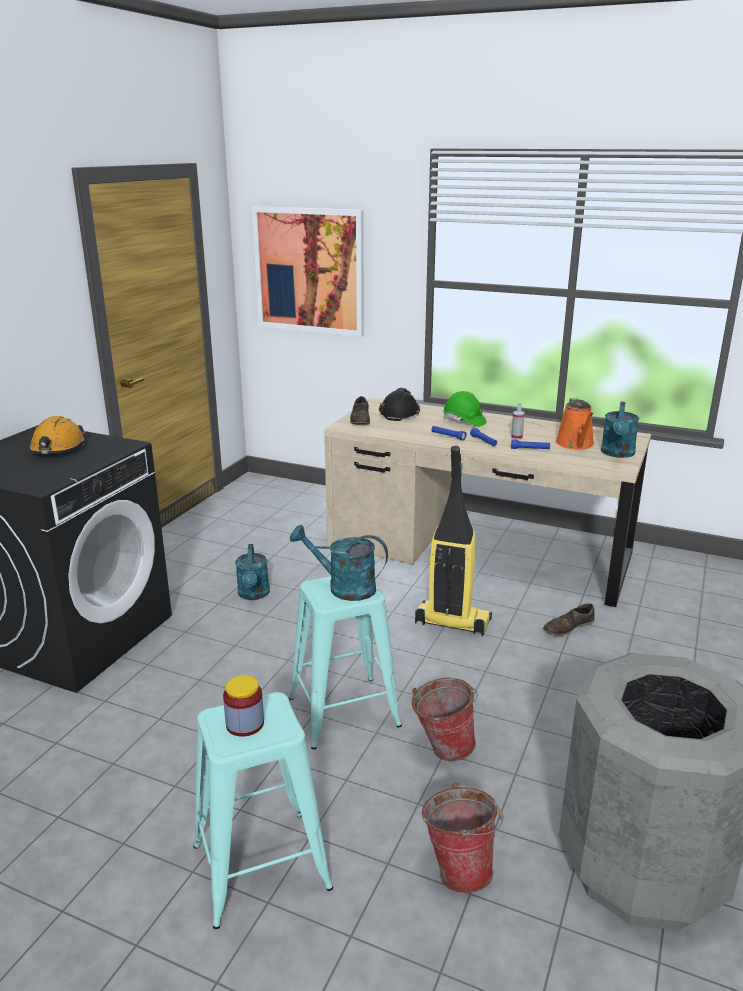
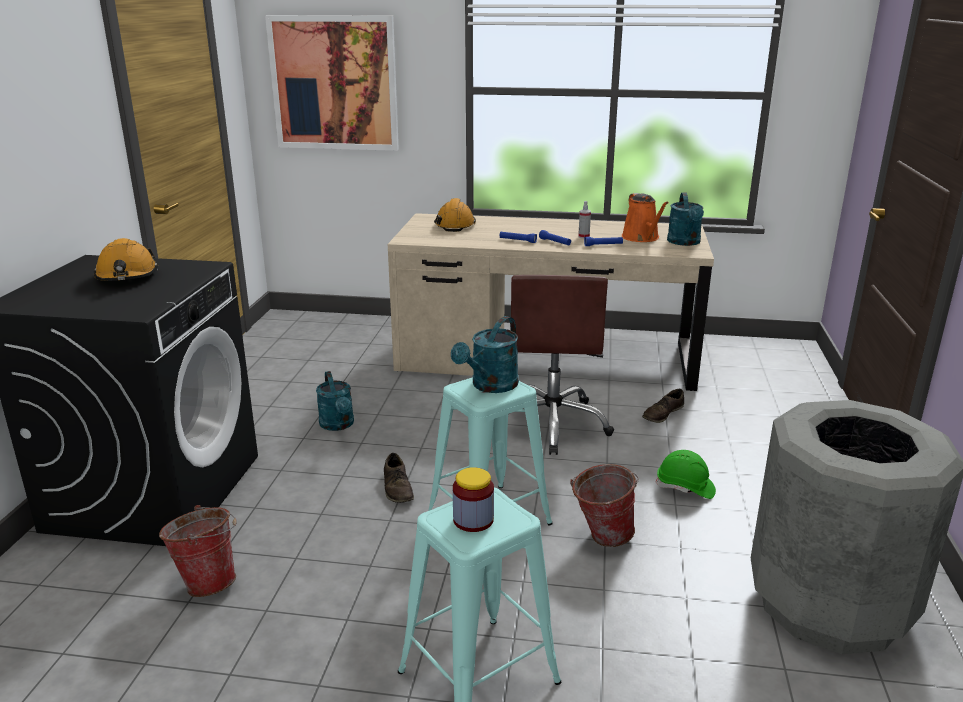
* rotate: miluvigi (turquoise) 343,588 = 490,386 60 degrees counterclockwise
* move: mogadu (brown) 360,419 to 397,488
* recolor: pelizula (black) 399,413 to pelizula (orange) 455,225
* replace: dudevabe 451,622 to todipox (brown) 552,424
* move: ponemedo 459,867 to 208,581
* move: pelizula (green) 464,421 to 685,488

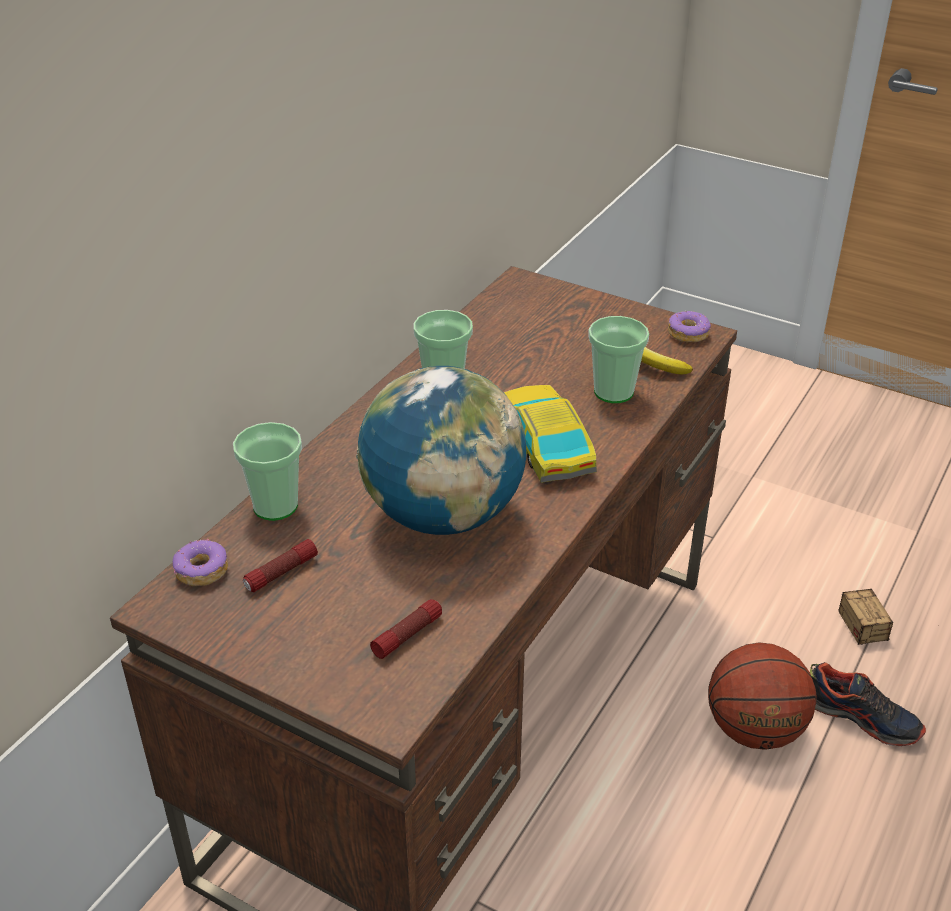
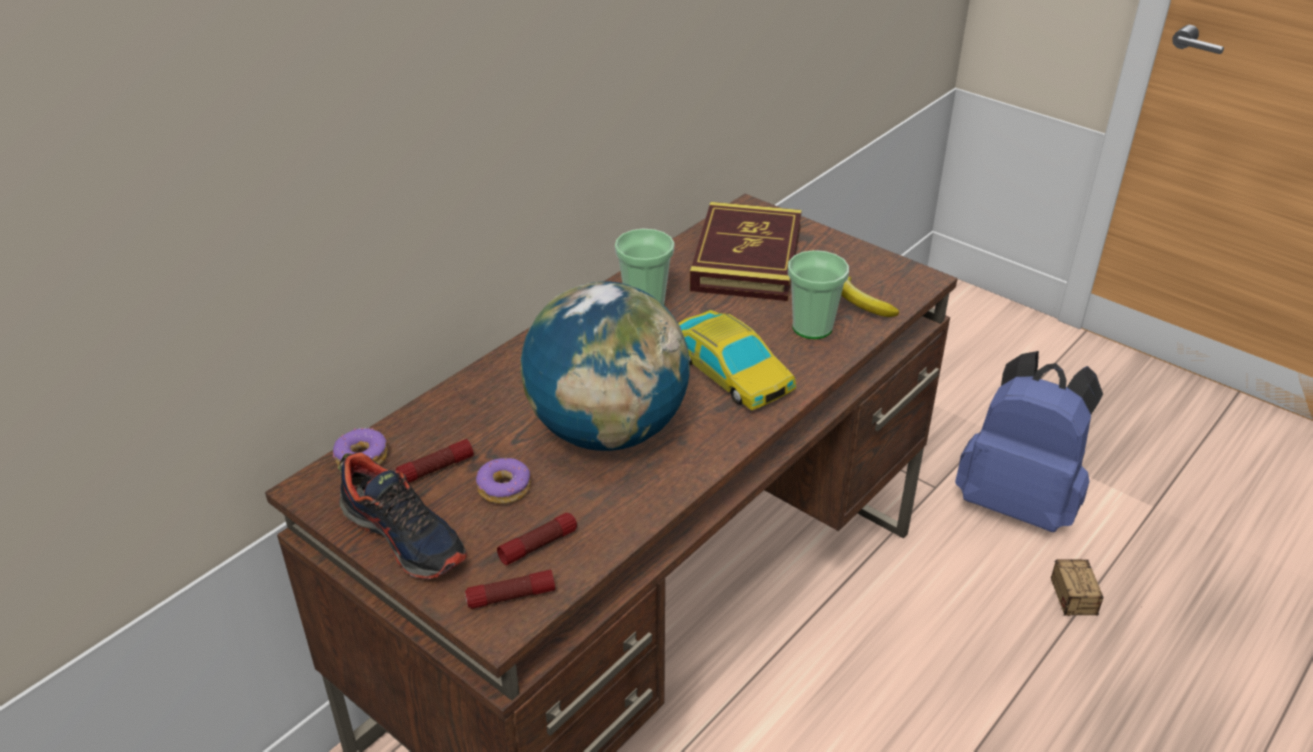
* delete: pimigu 275,506
* rotate: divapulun 545,442 = 728,370 150 degrees clockwise
* move: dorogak 688,333 to 504,488
* delete: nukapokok 754,730
* move: mogadu 861,717 to 405,536
* insert: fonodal 511,597
* insert: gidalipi 746,259
* insert: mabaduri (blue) 1018,502

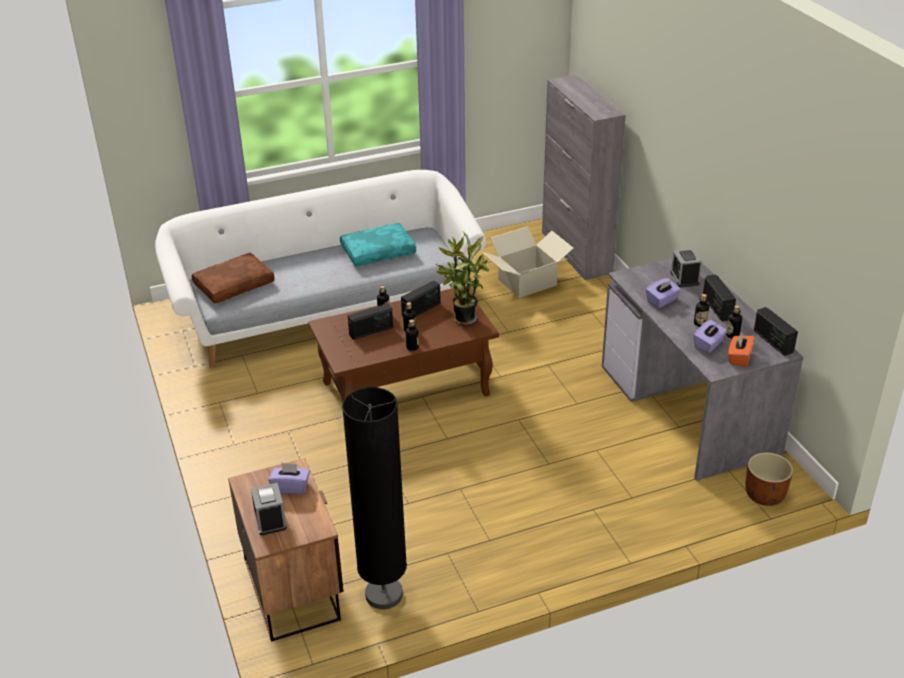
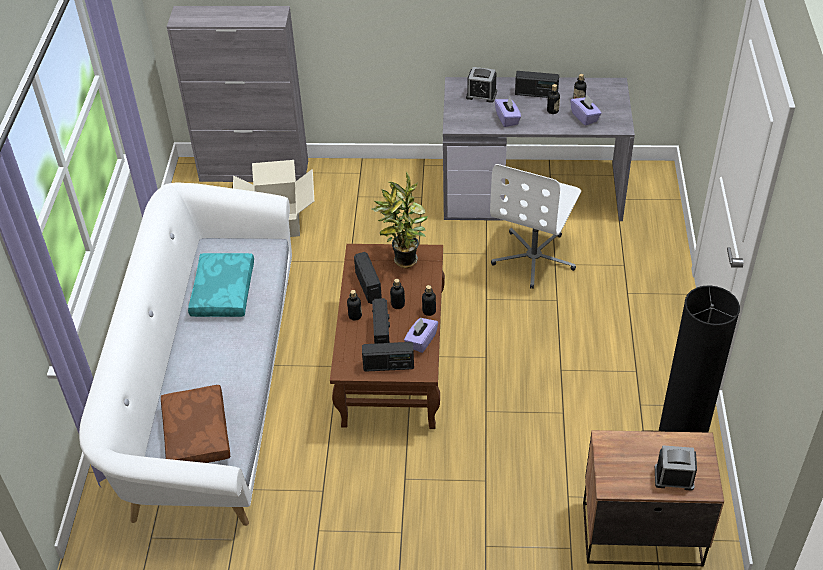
* move: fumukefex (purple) 291,487 to 421,341
* delete: fumukefex (orange) 739,357
* delete: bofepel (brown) 764,495
* move: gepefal 773,341 to 388,366
* insert: todipox (white) 534,258

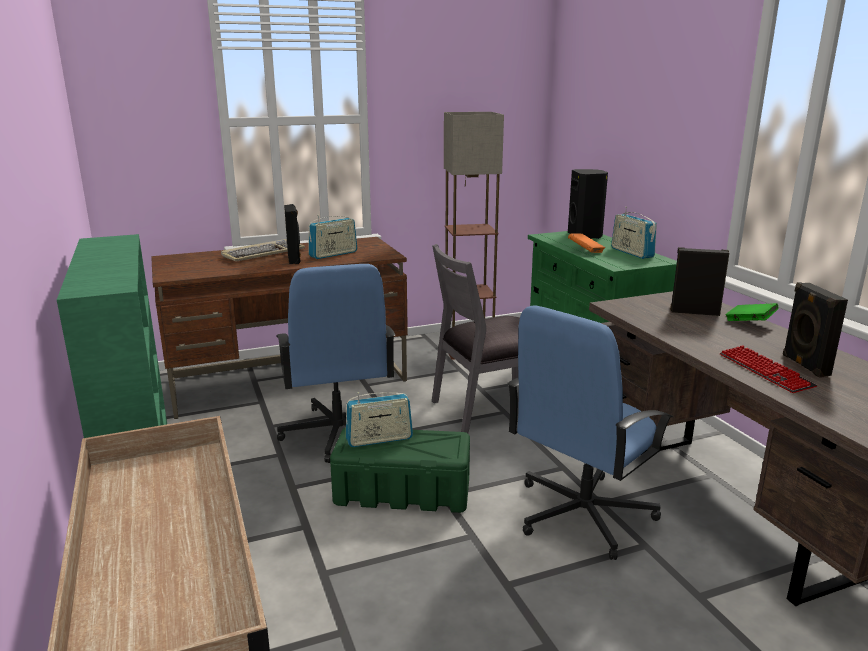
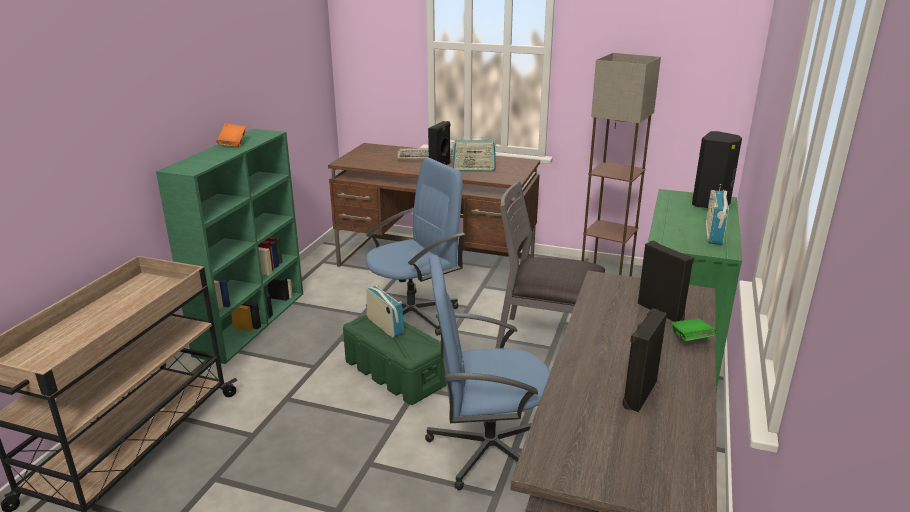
* rotate: todipox (blue) 337,433 = 413,315 150 degrees counterclockwise
* rotate: gepefal 379,439 = 385,326 150 degrees counterclockwise
* move: gidalipi (orange) 585,251 to 233,143
* delete: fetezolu 765,371

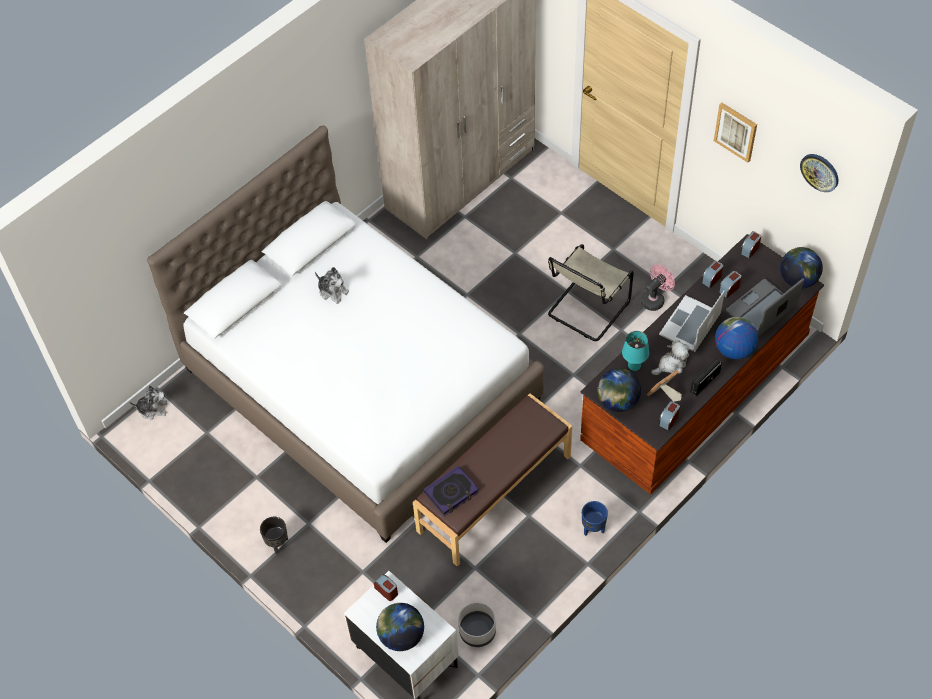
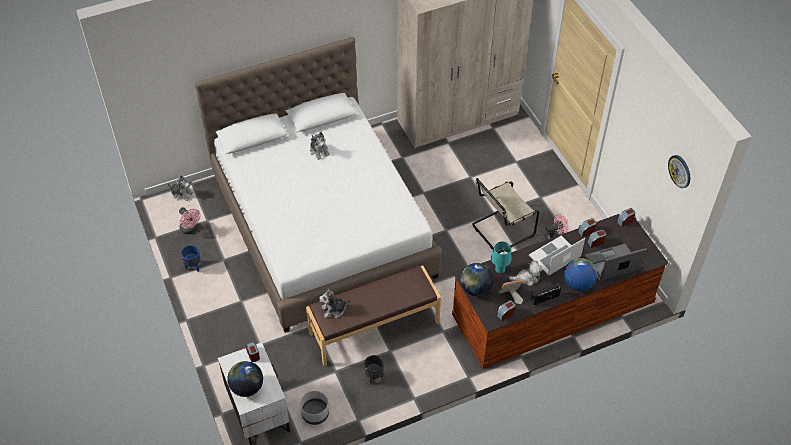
* move: bofepel (black) 277,544 to 374,377
* replace: gidalipi 451,493 to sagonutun 334,310
* move: bofepel (blue) 592,529 to 193,267
* delete: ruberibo 736,131
* delete: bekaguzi 798,279
* insert: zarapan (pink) 190,229

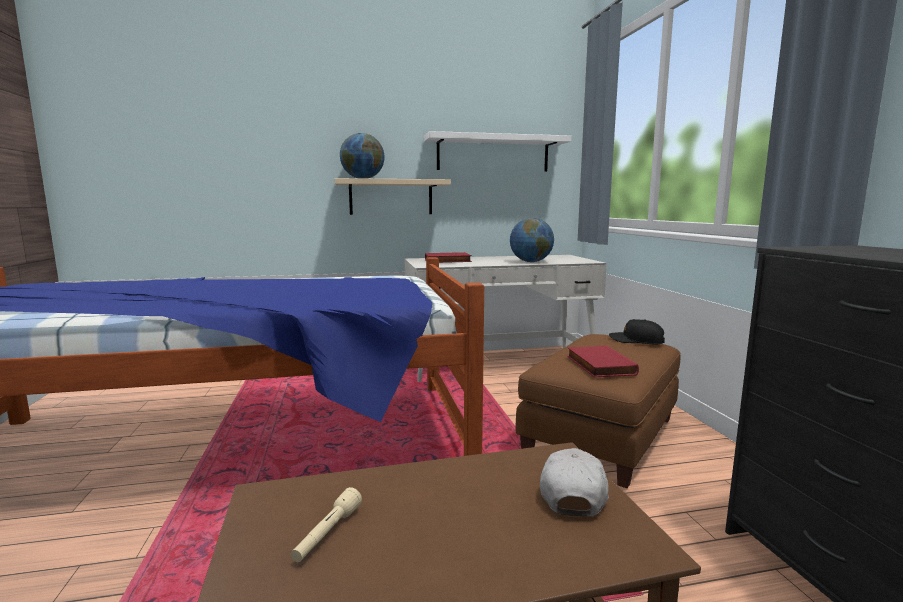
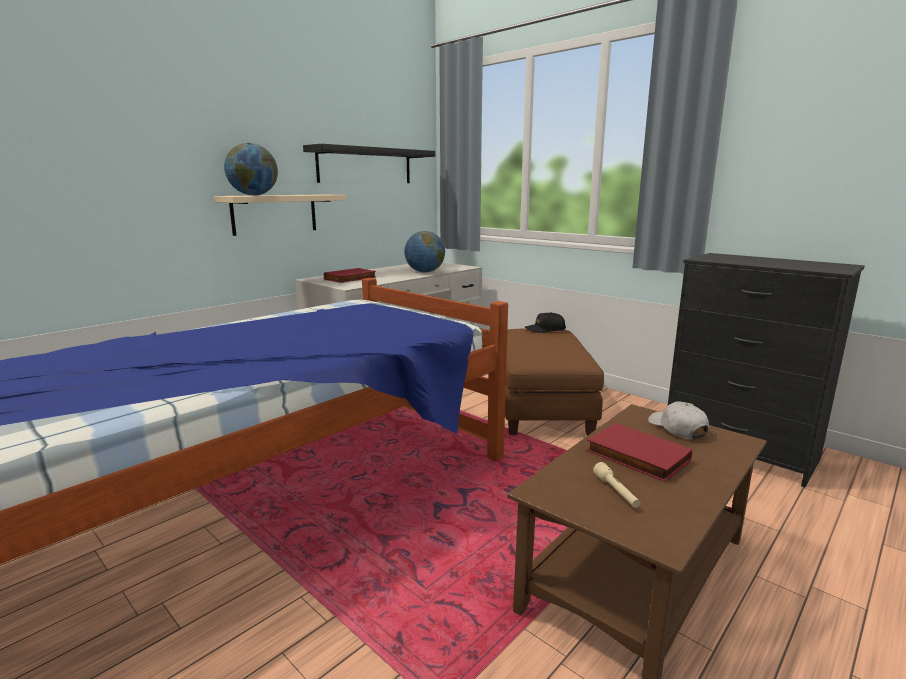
* recolor: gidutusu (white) 493,154 to gidutusu (black) 365,166
* move: gidalipi (red) 598,365 to 635,457

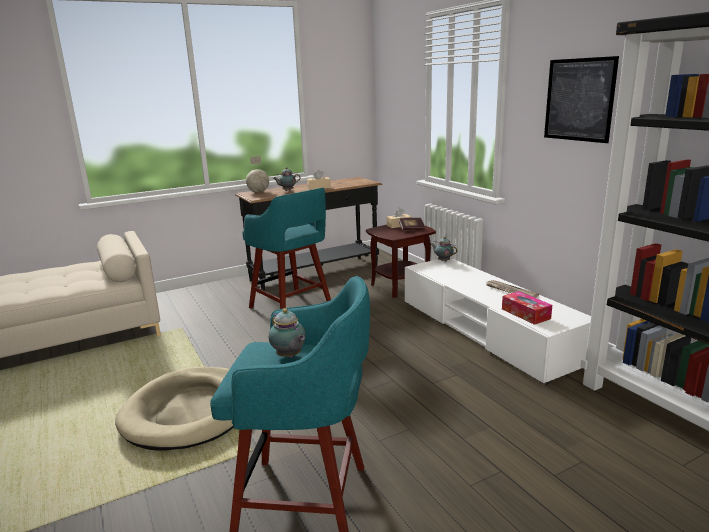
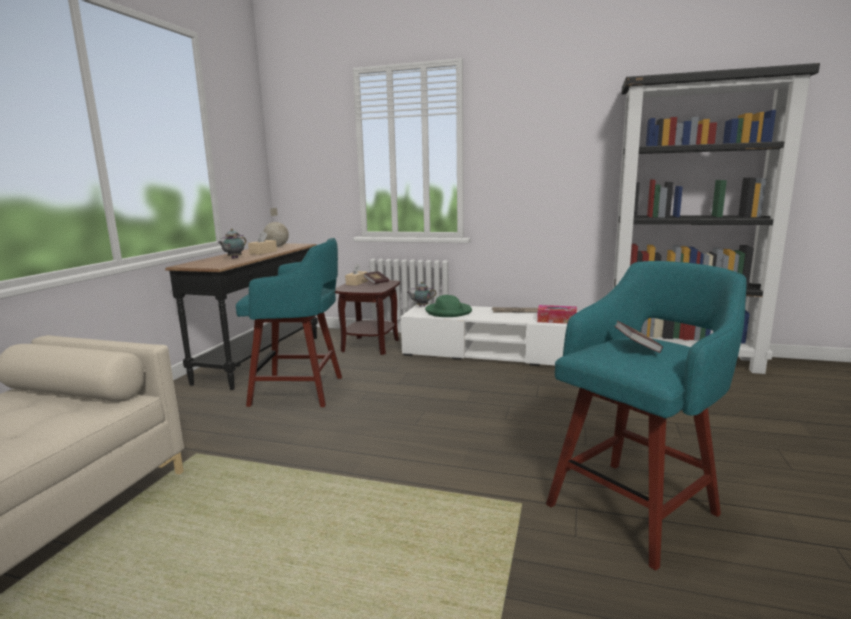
* delete: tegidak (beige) 191,411
* move: bekaguzi 258,192 to 276,246
* replace: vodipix 289,356 to gidalipi 636,347
* delete: ruberibo 579,100
* insert: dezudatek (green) 448,312

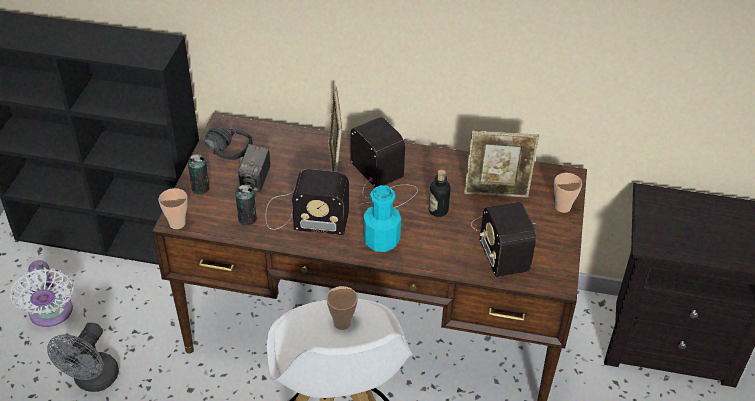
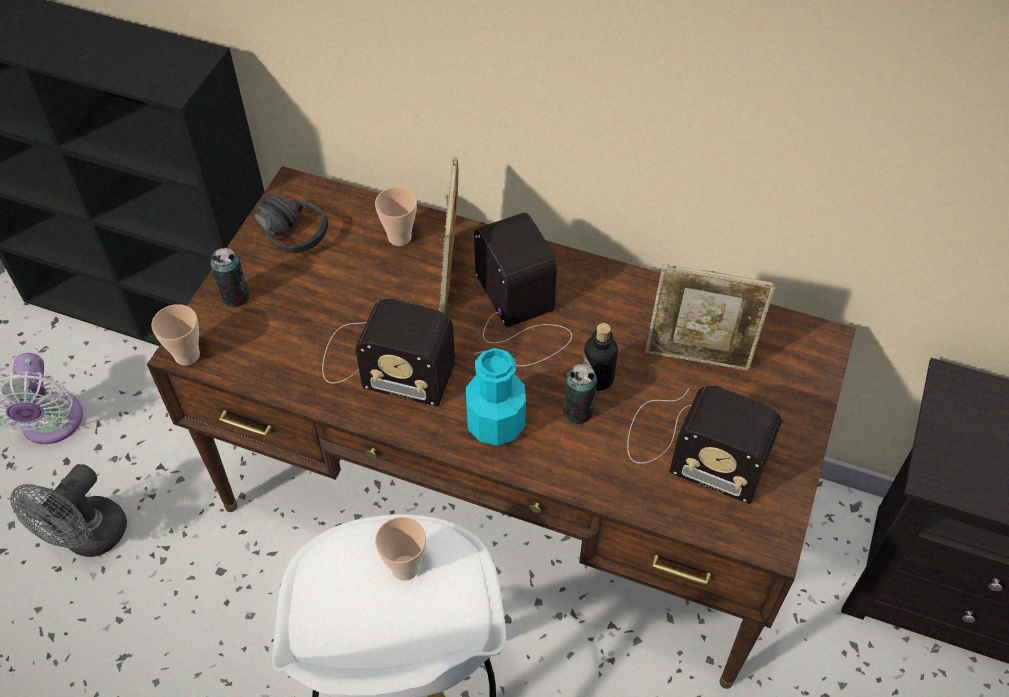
* move: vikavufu 247,219 to 578,412
* delete: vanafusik 256,181
* rotate: gepefal 502,241 = 691,448 60 degrees counterclockwise
* move: pimigu 563,207 to 399,237

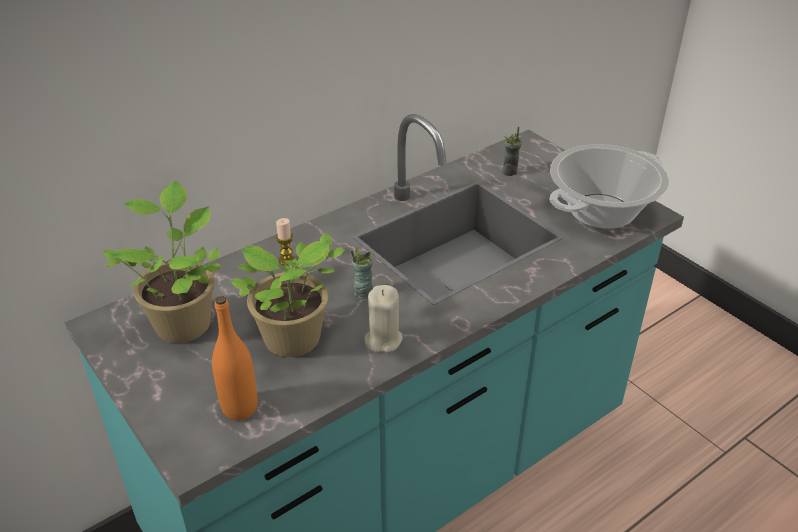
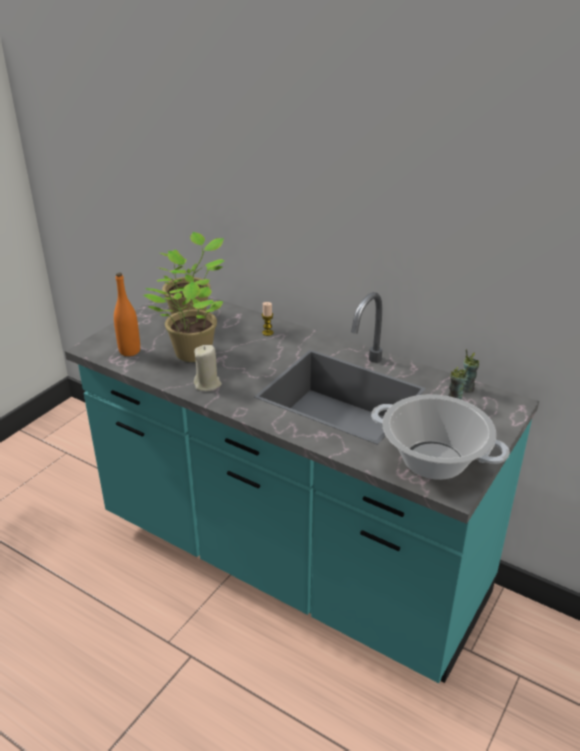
* move: pimigu 363,293 to 467,388

